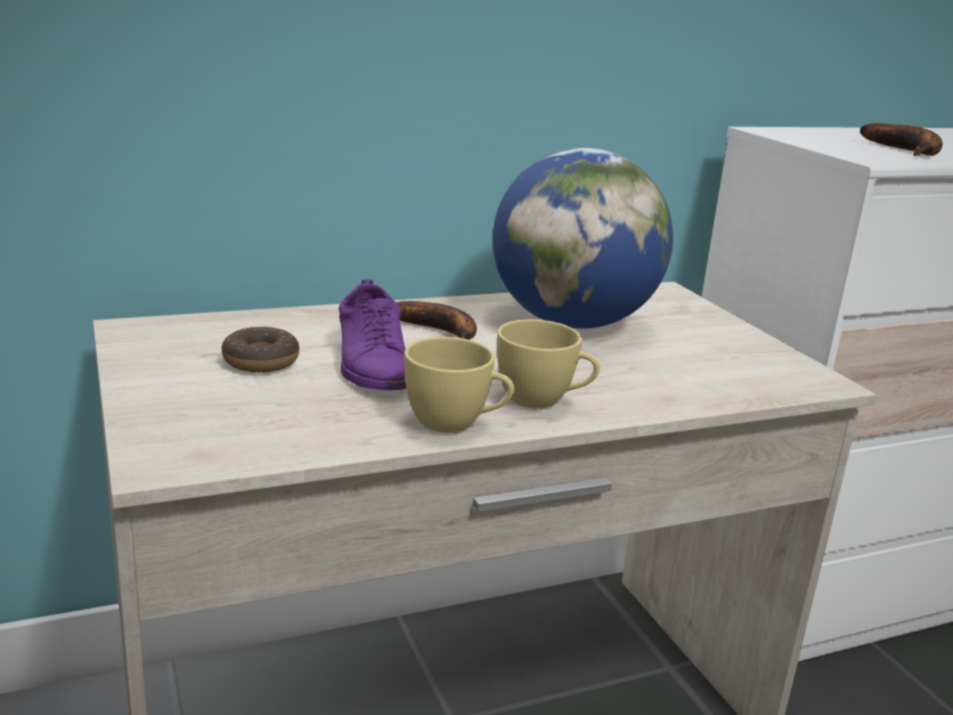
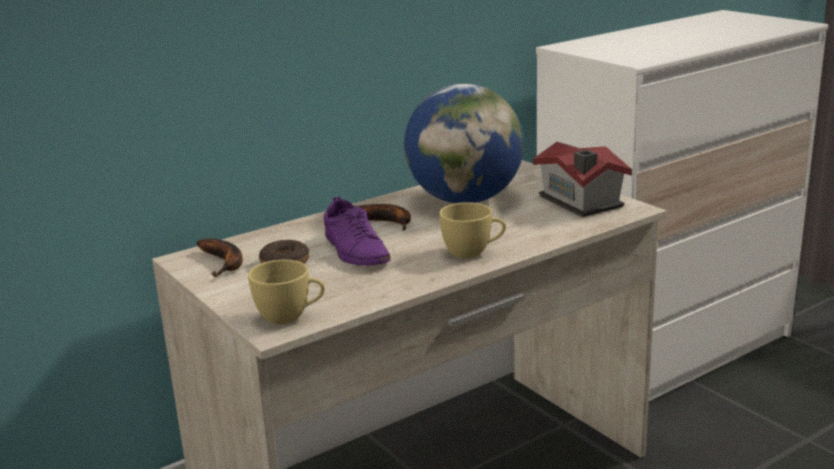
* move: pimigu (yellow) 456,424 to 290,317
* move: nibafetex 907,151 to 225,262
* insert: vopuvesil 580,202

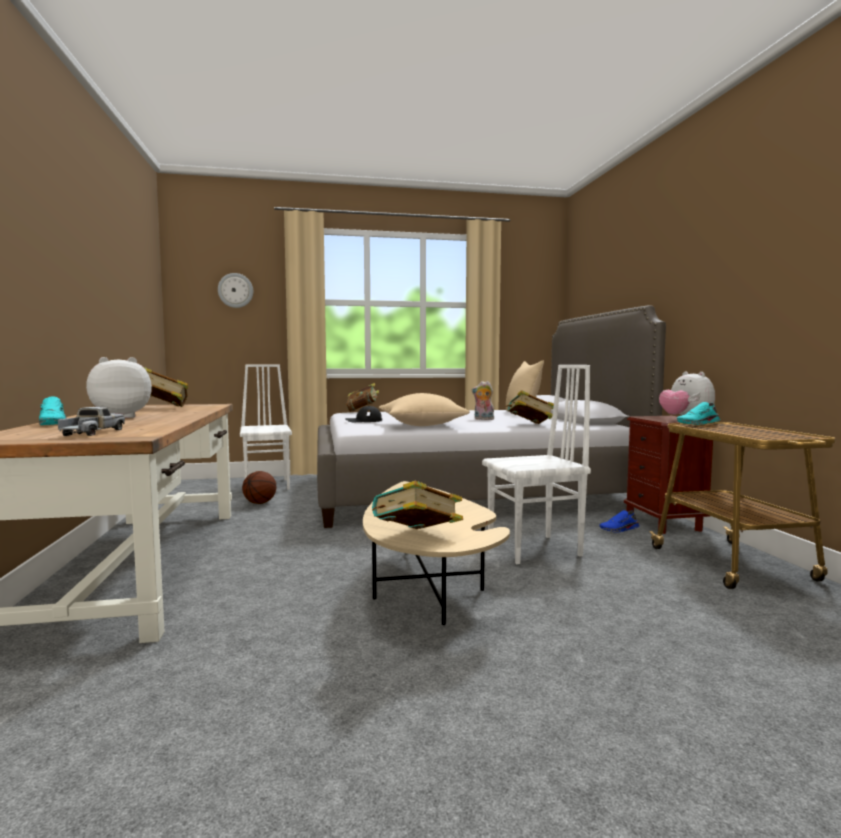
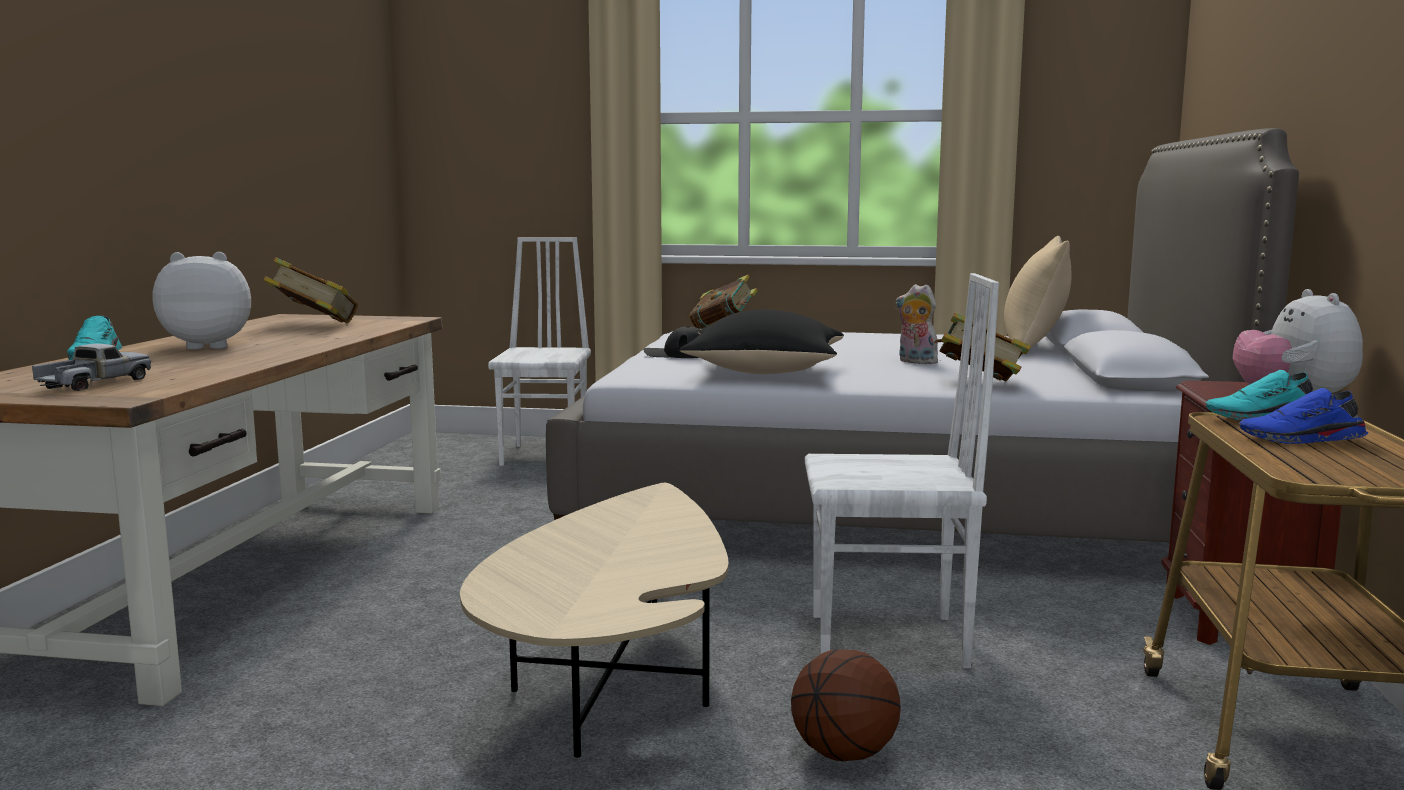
* delete: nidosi 235,290
* move: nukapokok 260,503 to 844,753
* delete: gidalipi 417,538
* recolor: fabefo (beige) 422,426 to fabefo (black) 762,373
* move: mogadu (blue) 619,530 to 1302,440

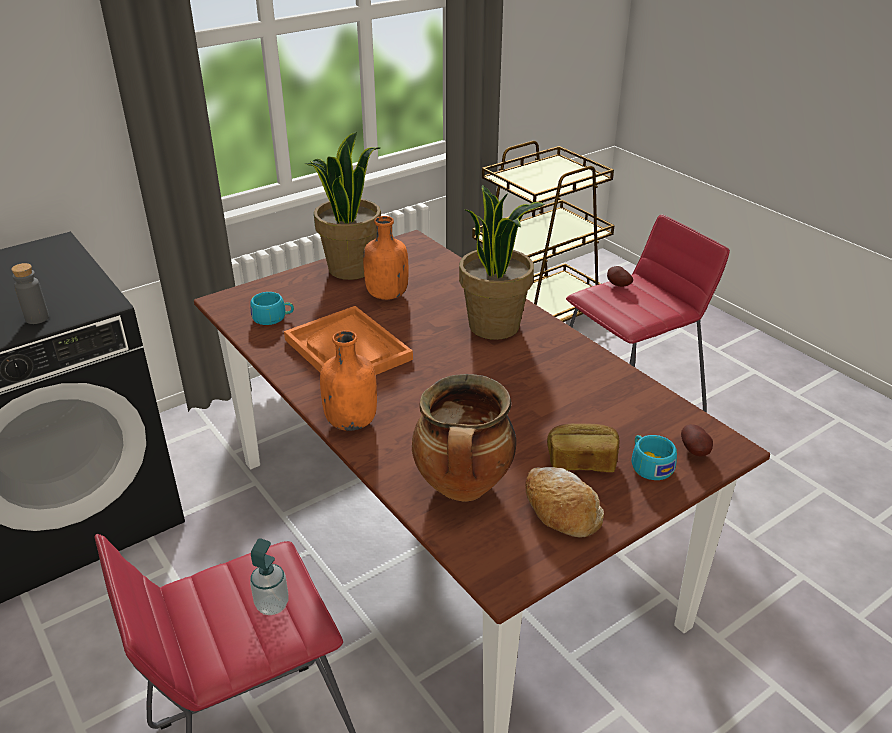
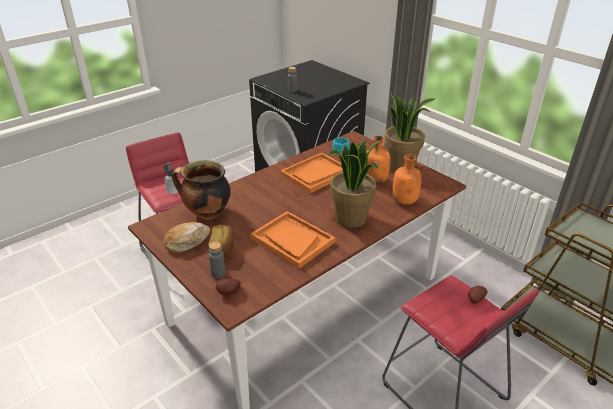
* move: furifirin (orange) 351,421 to 405,201
* replace: pimigu (turquoise) 649,465 to furifirin (grey) 218,273
* insert: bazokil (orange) 292,240

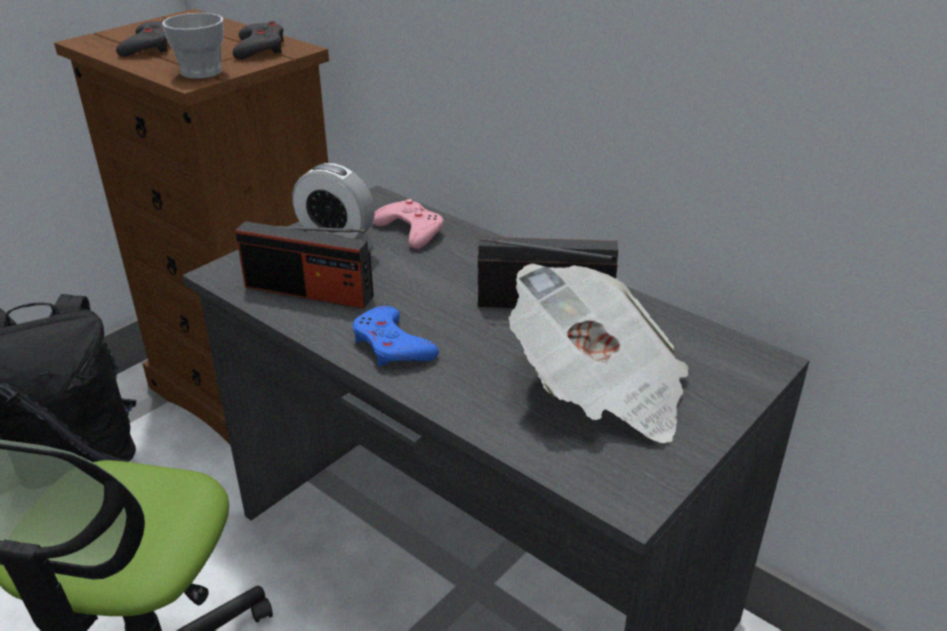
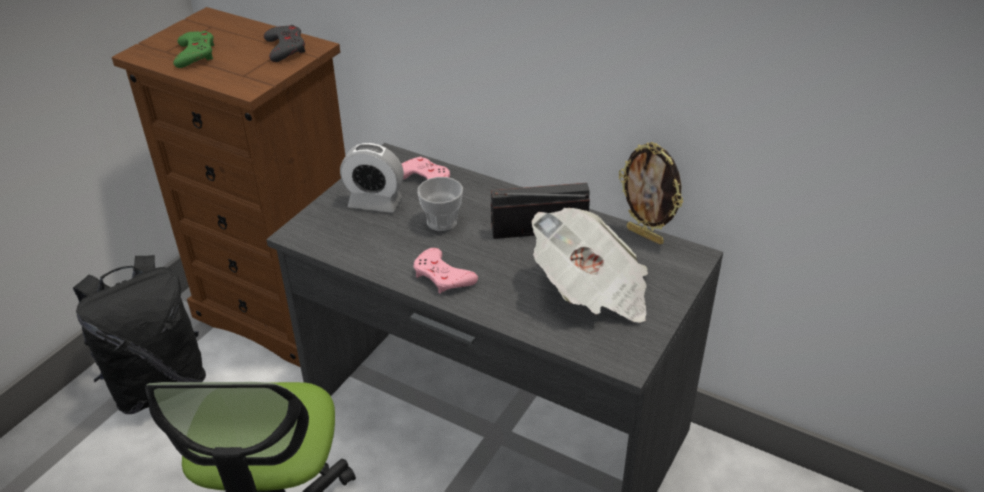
* recolor: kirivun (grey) 150,46 to kirivun (green) 195,54
* move: pimigu 201,72 to 442,222
* delete: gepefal 309,291
* recolor: kirivun (blue) 392,345 to kirivun (pink) 443,276
* insert: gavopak 645,235

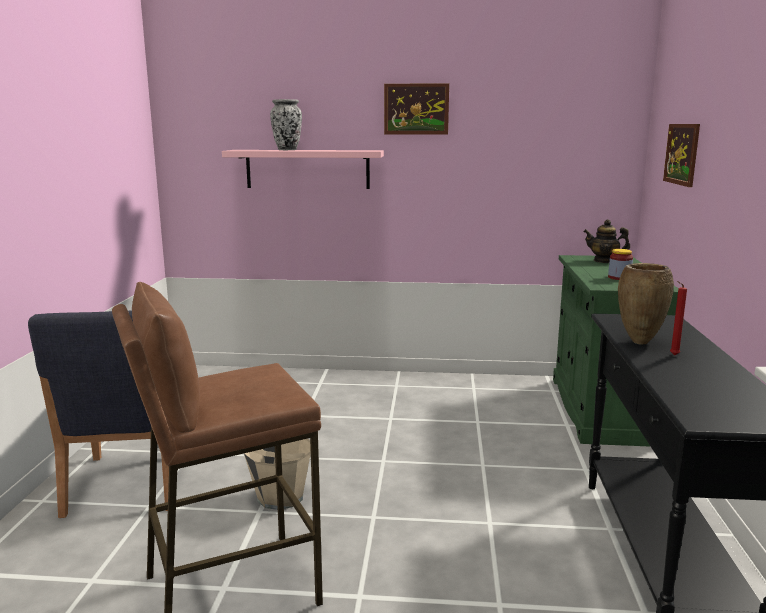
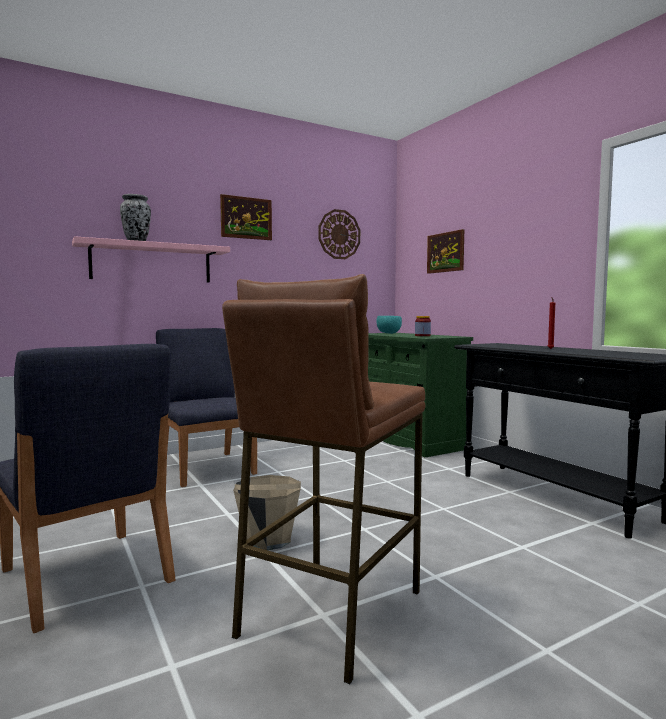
* replace: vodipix 604,261 to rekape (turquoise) 389,333
* delete: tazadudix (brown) 638,342
* insert: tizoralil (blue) 207,468
* insert: nidosi 339,234

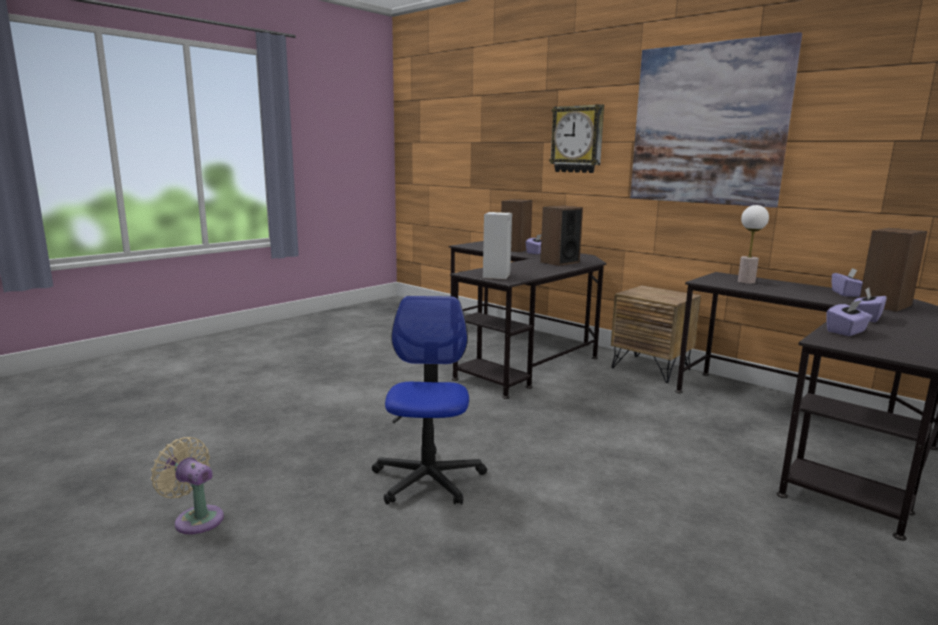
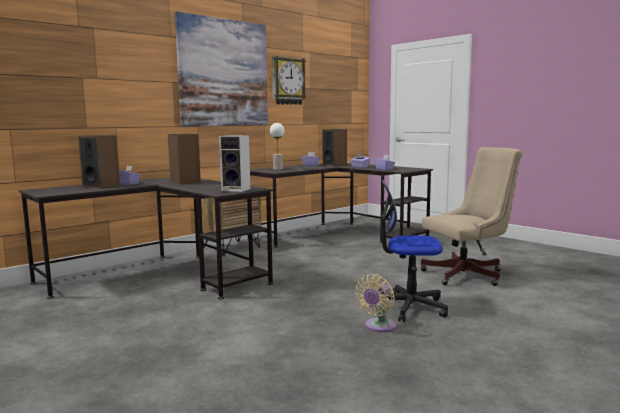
* move: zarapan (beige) 196,518 to 378,327
* move: nidosi 577,139 to 287,81
* insert: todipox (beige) 468,275

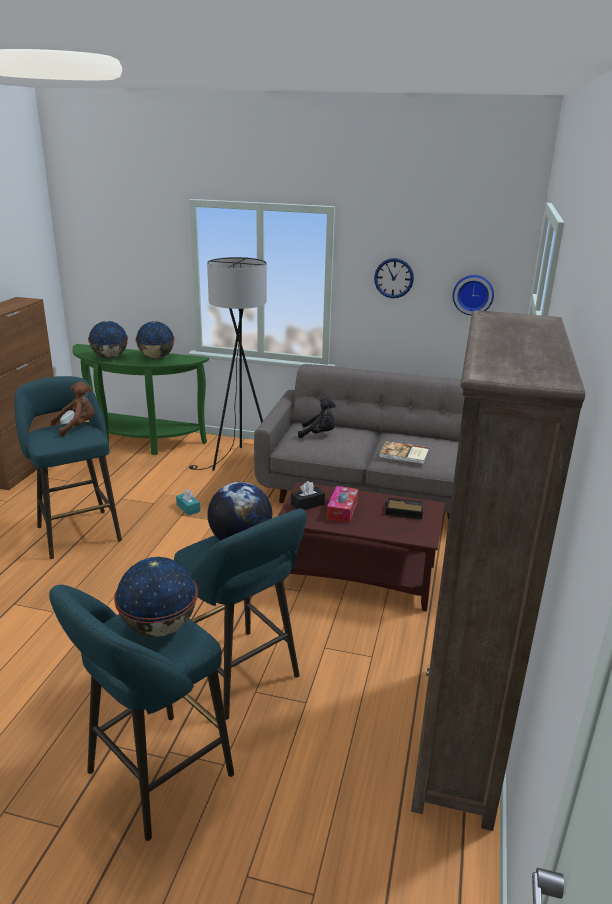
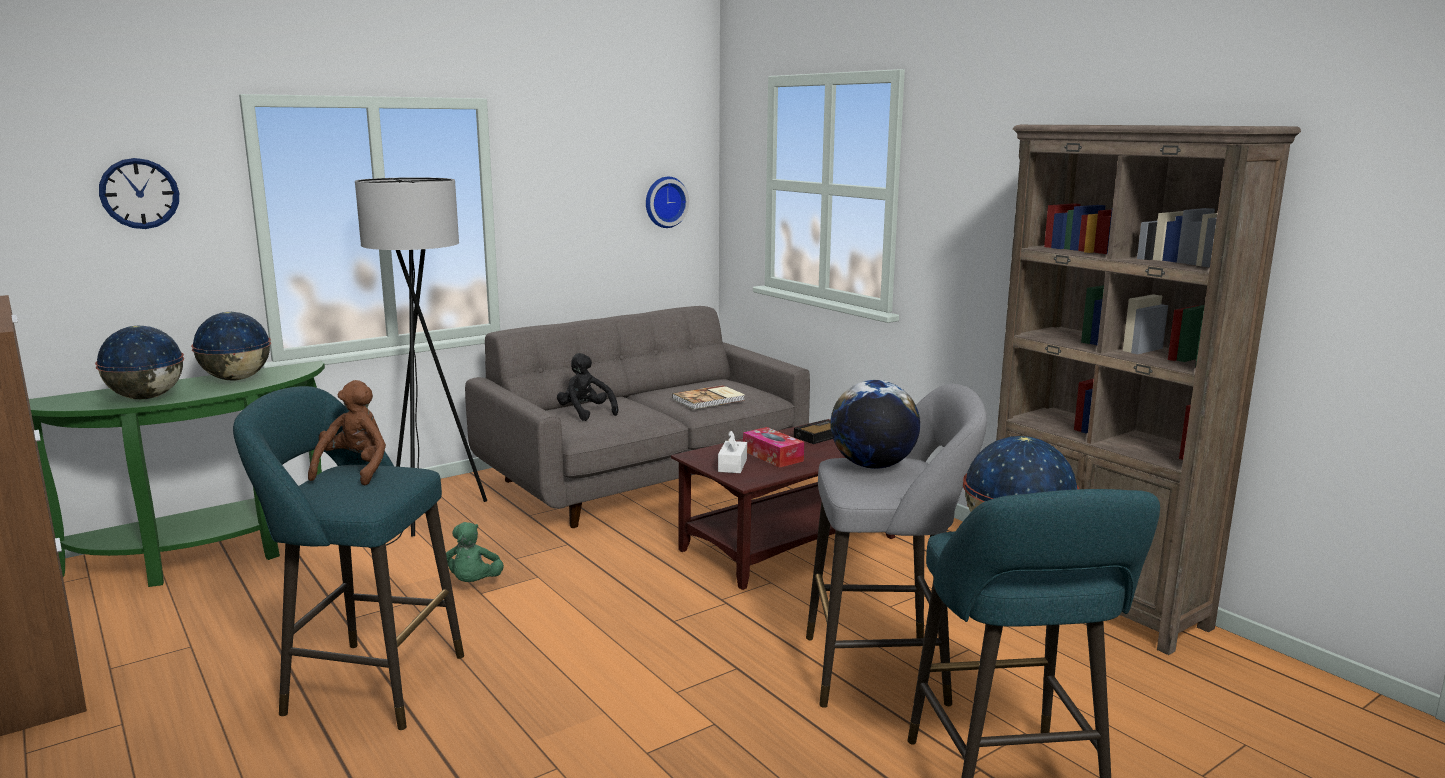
* recolor: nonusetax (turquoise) 242,676 to nonusetax (grey) 885,670
* replace: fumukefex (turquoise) 188,508 to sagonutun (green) 473,583
* recolor: fumukefex (black) 307,504 to fumukefex (white) 732,465
* rotate: sagonutun (black) 319,434 = 585,413 90 degrees counterclockwise
* move: nidosi 393,278 to 139,193

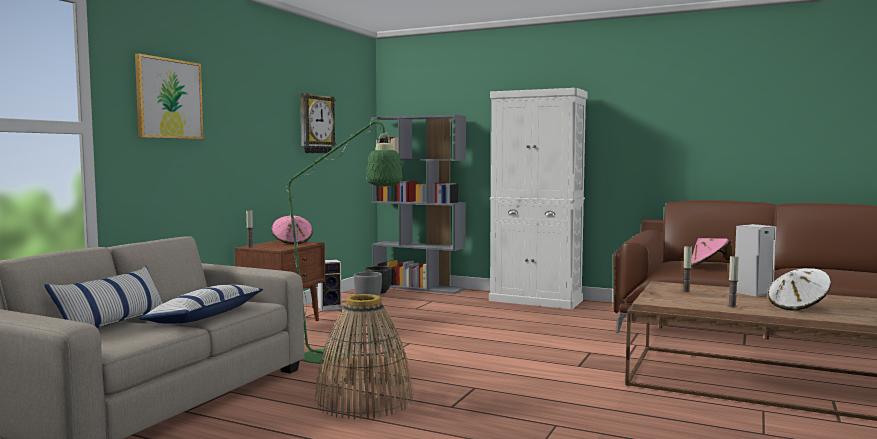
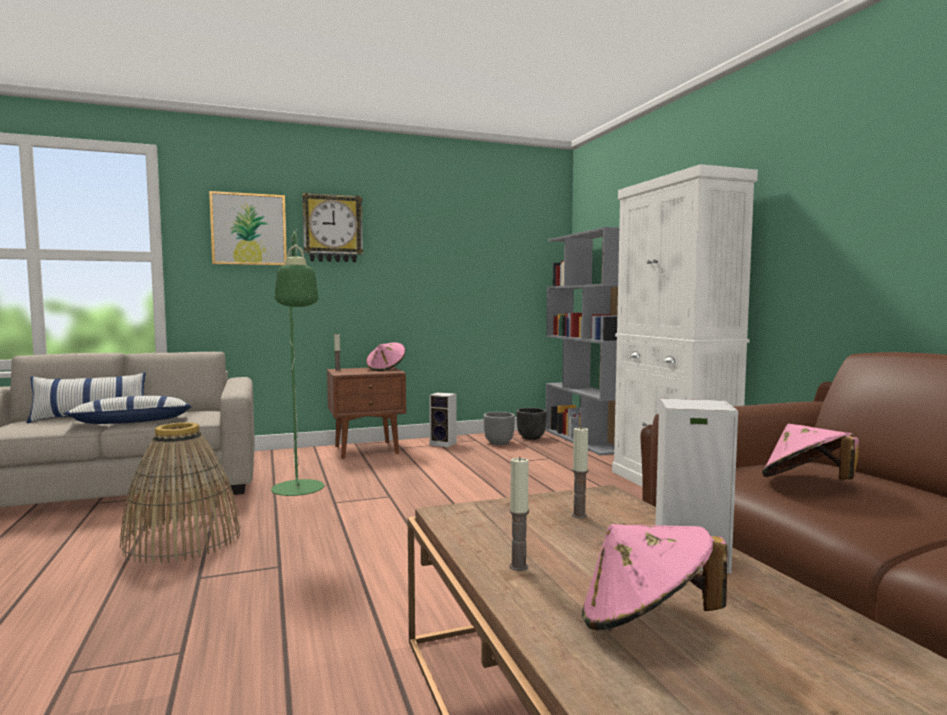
* move: nidosi 315,124 to 332,228
* recolor: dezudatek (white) 798,306 to dezudatek (pink) 645,622

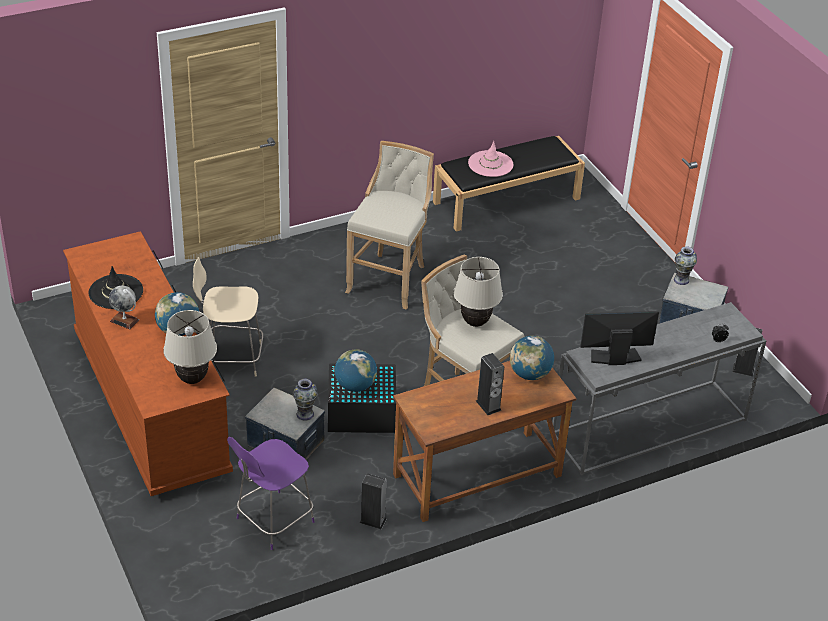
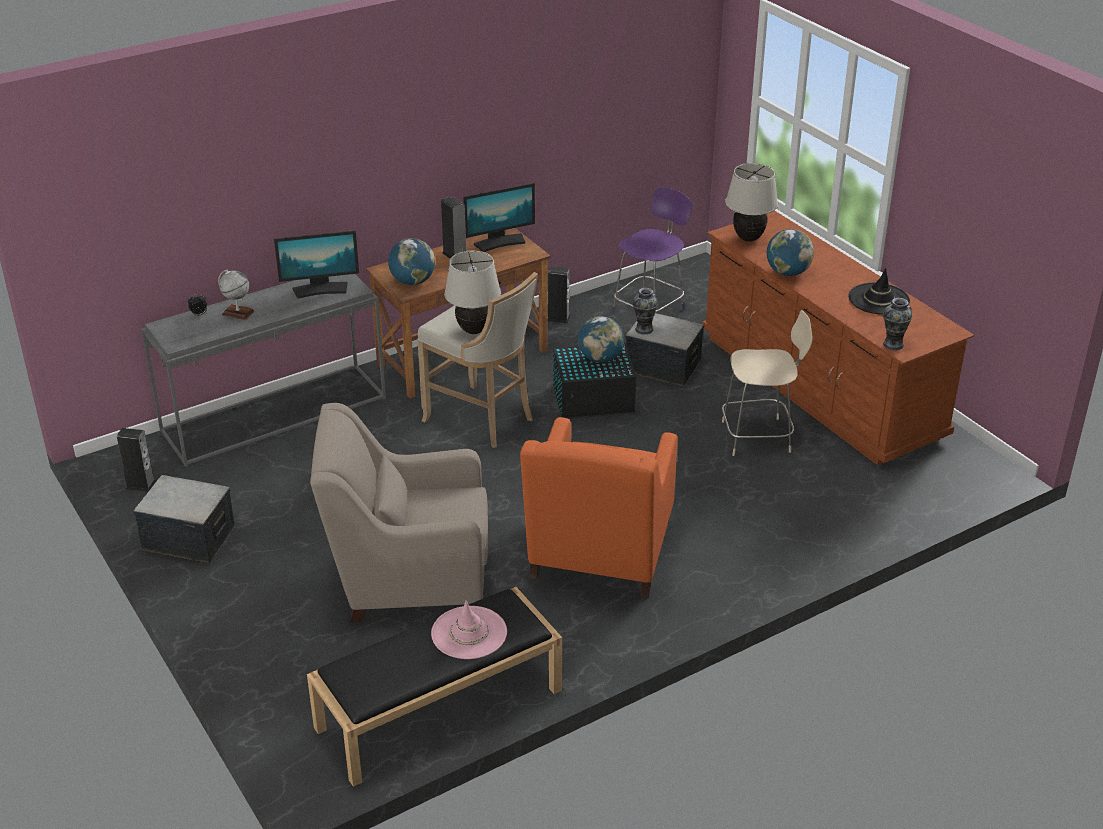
* move: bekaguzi 124,320 to 238,313
* replace: nonusetax (beige) 389,279 to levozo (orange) 599,552
* move: tazadudix 681,280 to 893,344
* insert: levozo (beige) 409,578
* insert: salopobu 500,242

